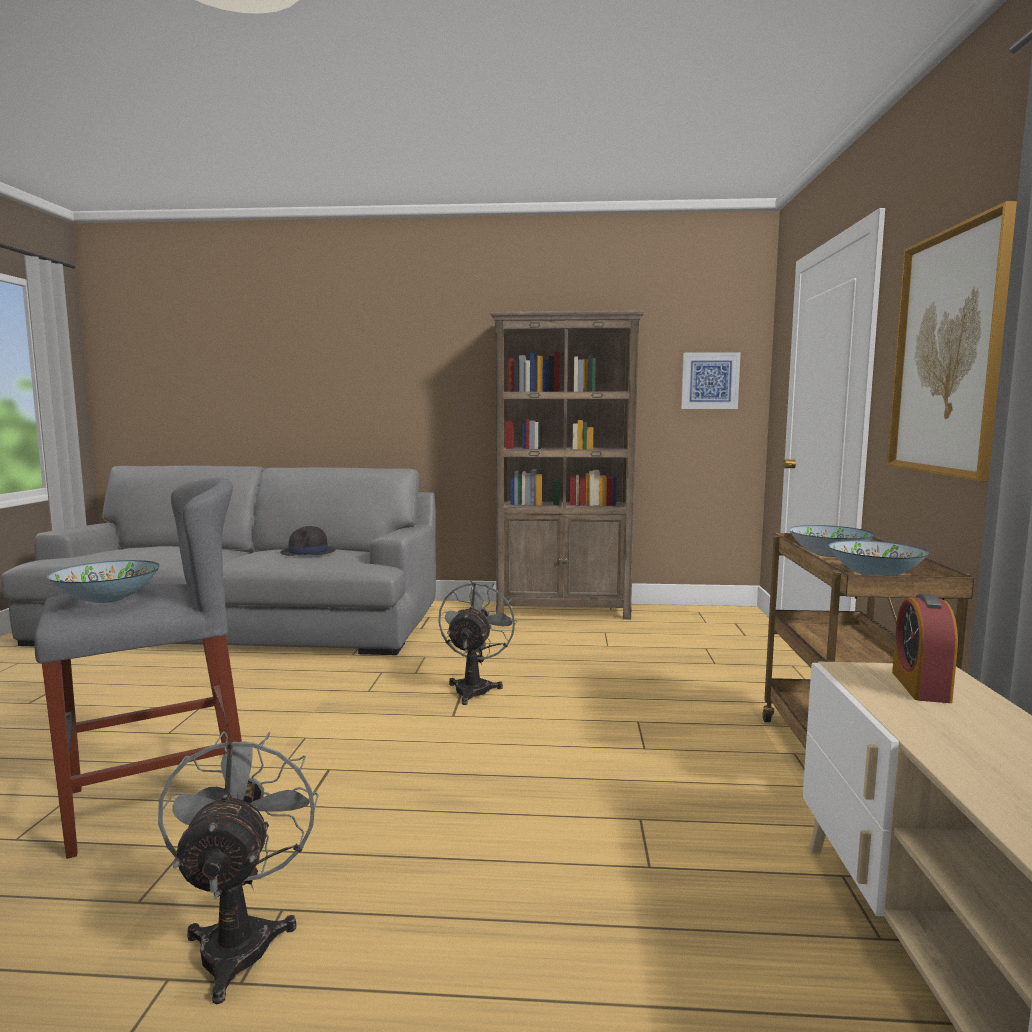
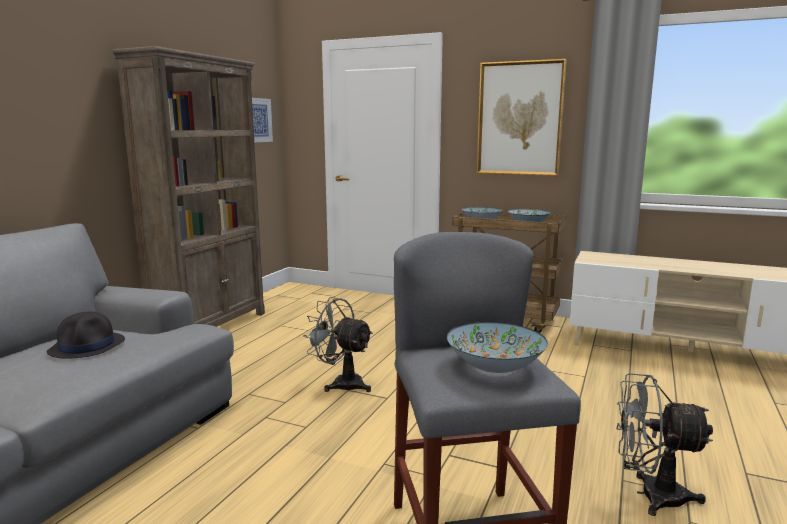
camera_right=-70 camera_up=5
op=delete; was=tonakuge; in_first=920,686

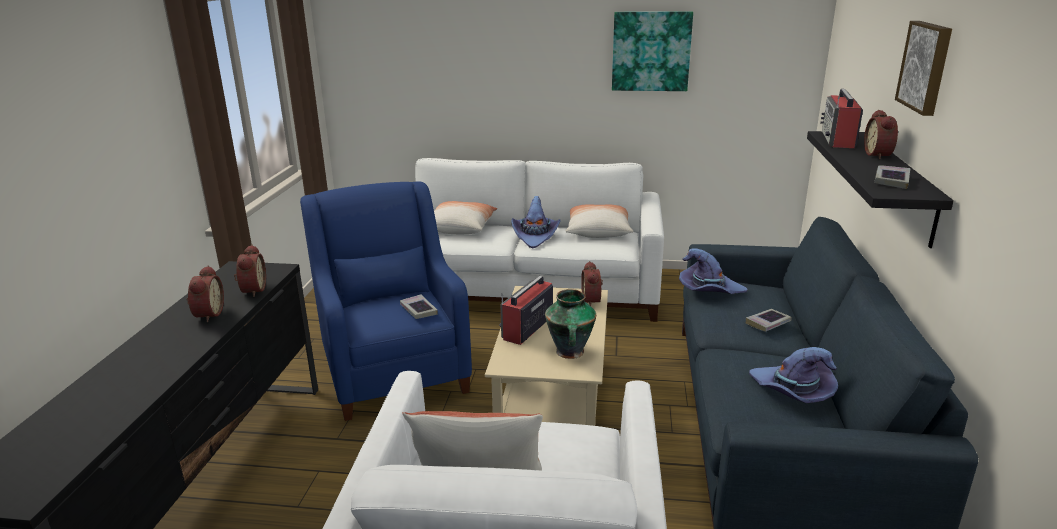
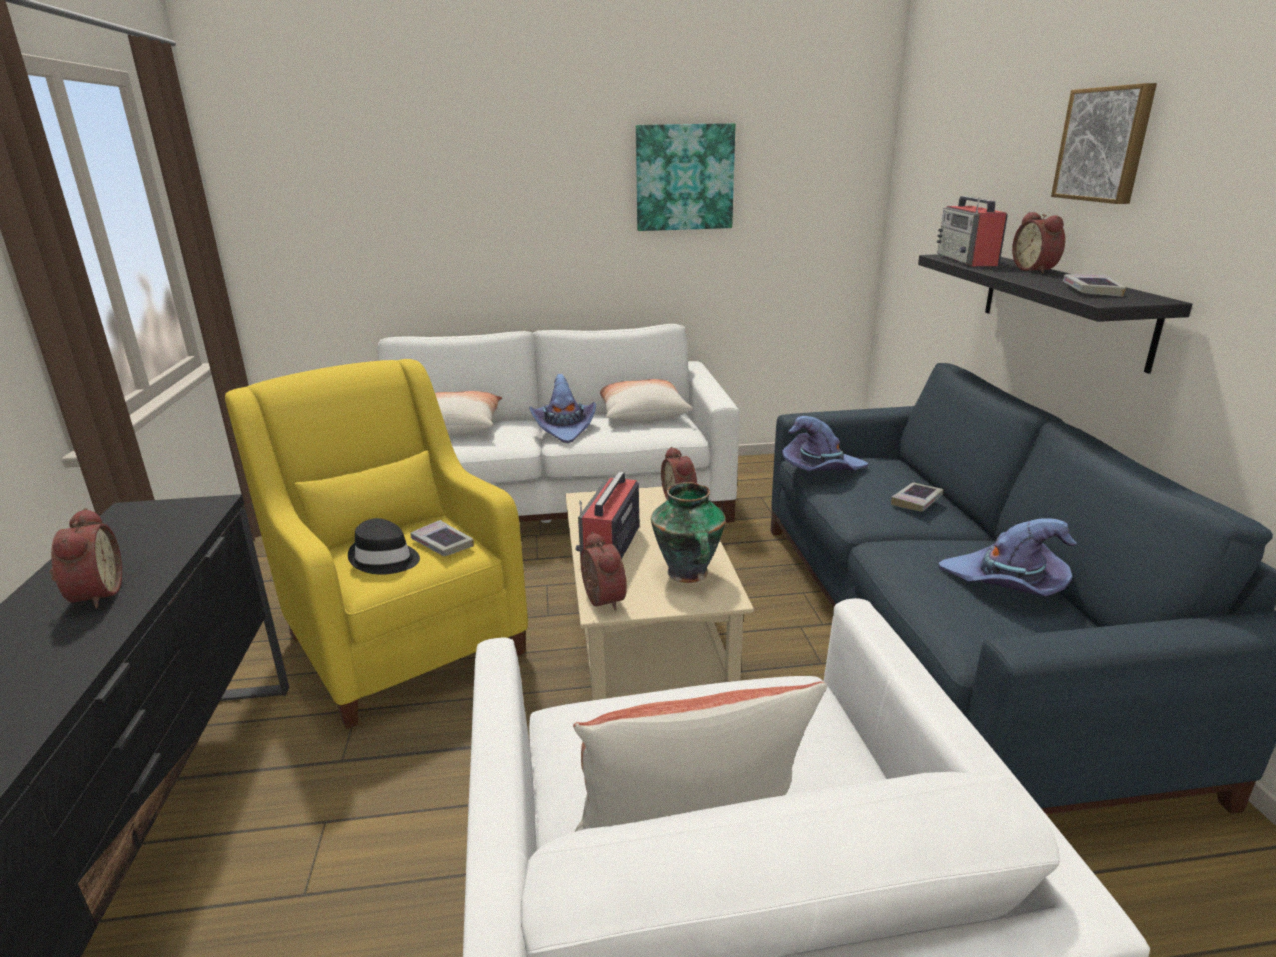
camera_right=-15 camera_up=0
op=recolor; was=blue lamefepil; now=yellow lamefepil; in_first=394,369; in_second=401,636
op=move; was=tonakuge; in_first=252,290; in_second=600,600
op=insert; now=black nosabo; in_second=384,559

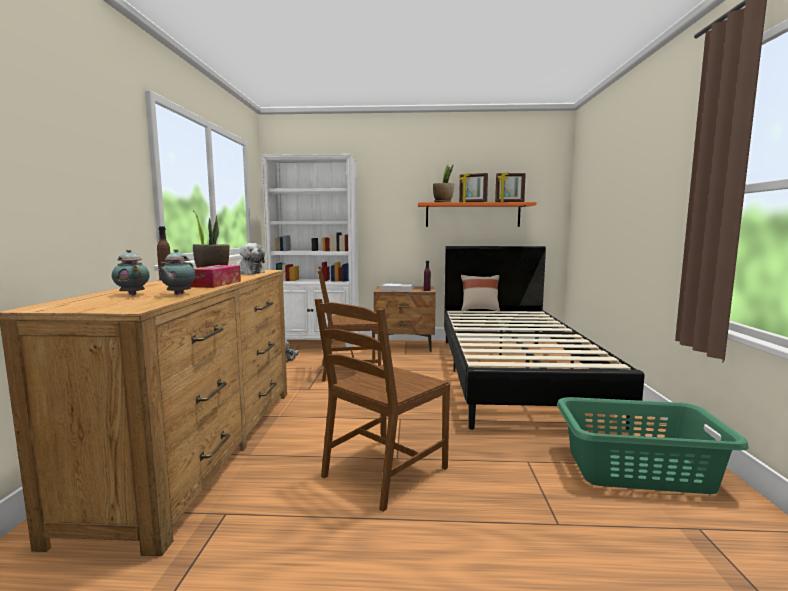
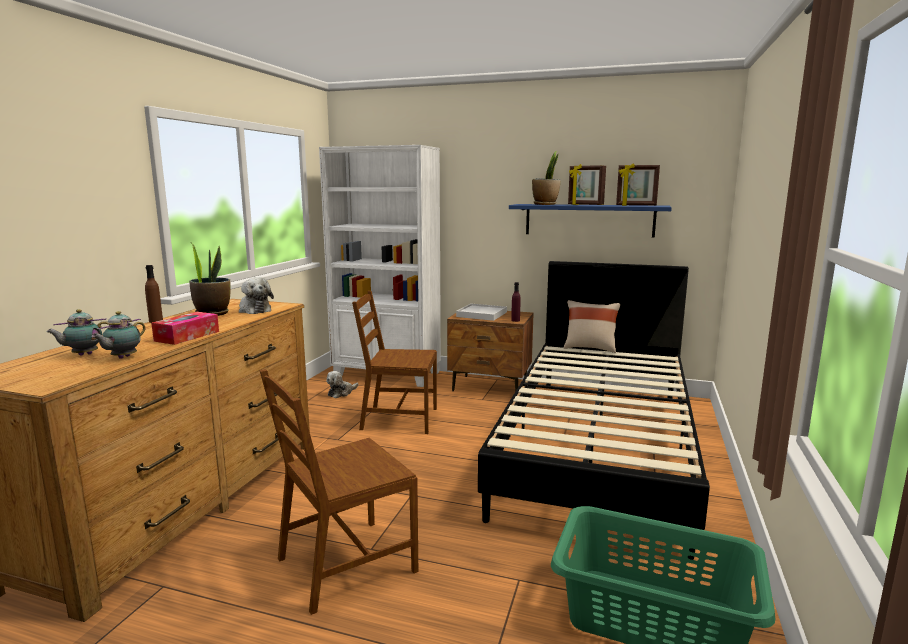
camera_right=15 camera_up=5
op=recolor; was=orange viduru; now=blue viduru; in_first=472,215; in_second=589,220
op=rotate; was=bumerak; in_first=132,294; in_second=83,355; clockwise=-90

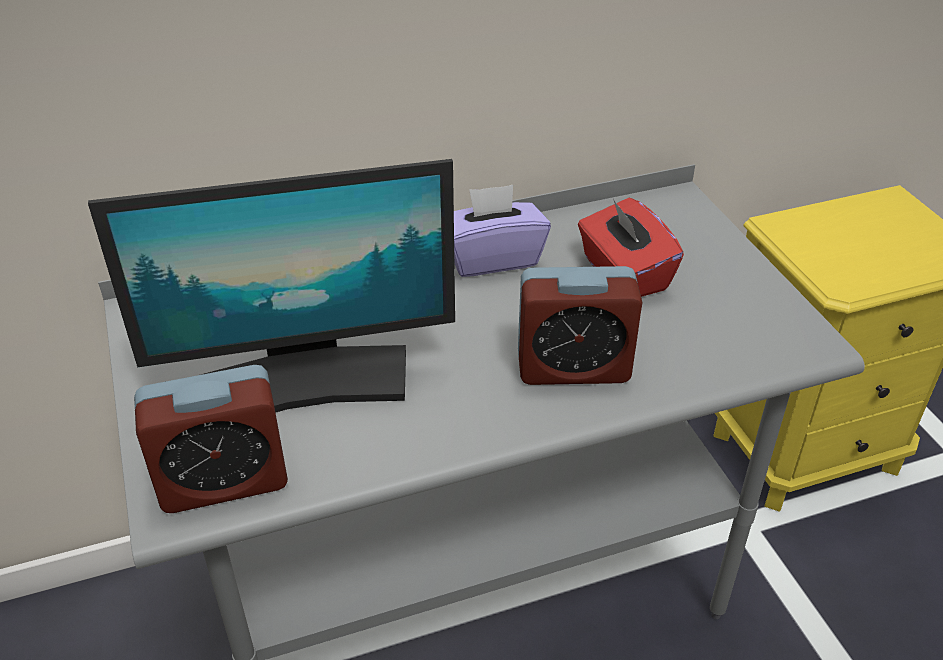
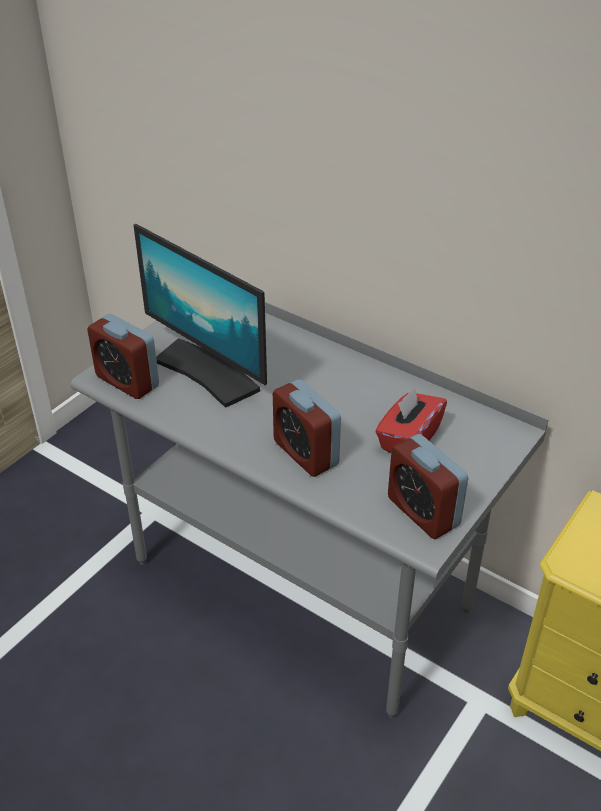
camera_right=55 camera_up=0
op=delete; was=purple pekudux; in_first=492,258
op=insert; now=tonakuge; in_second=423,512

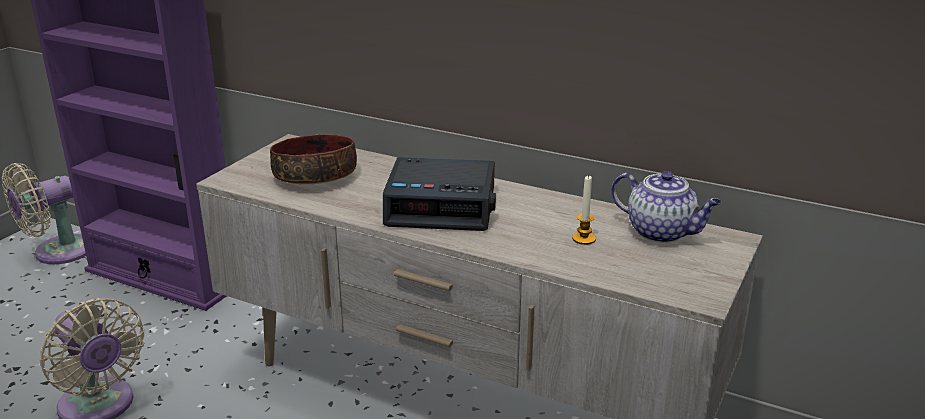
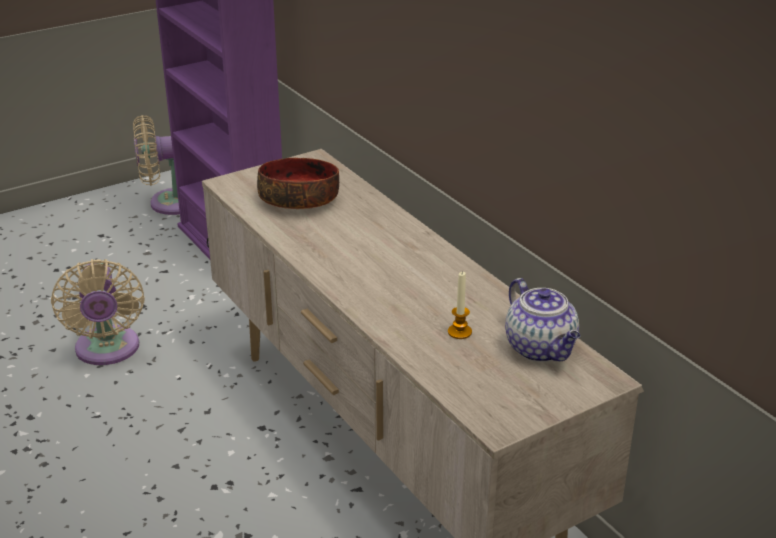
camera_right=30 camera_up=5
op=delete; was=tonakuge; in_first=442,206

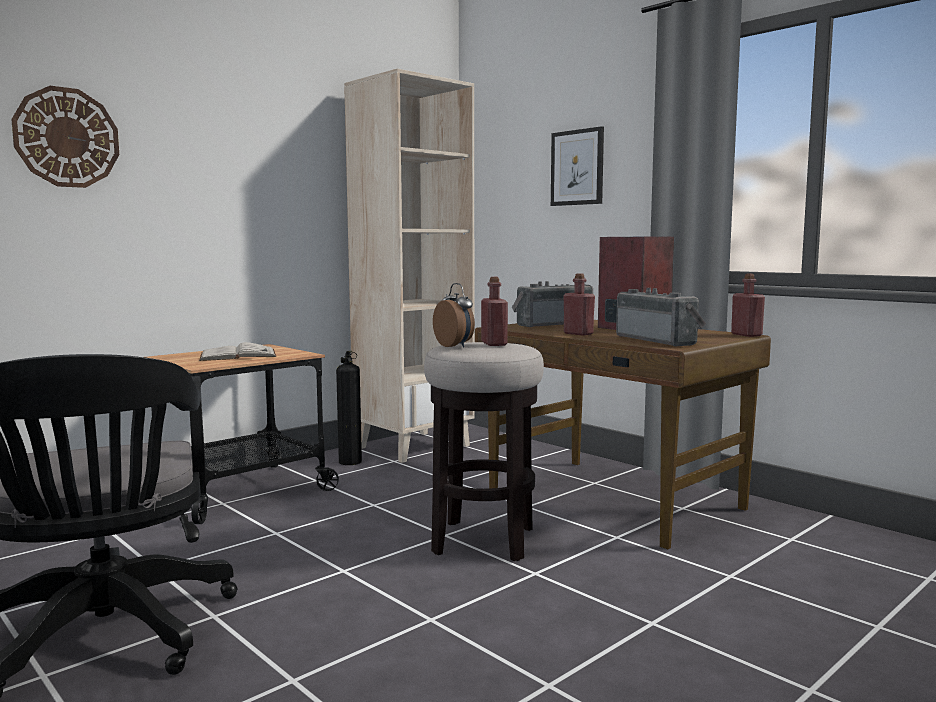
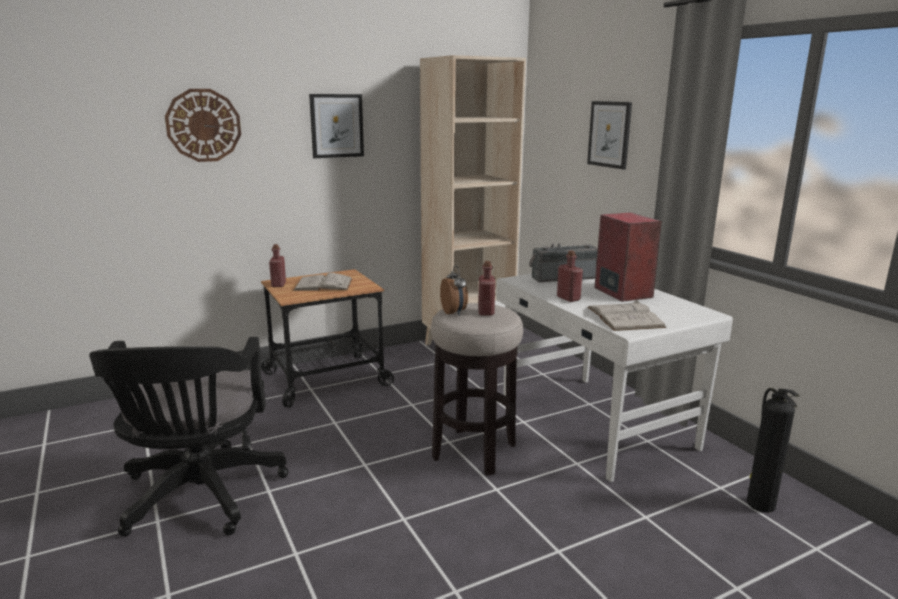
camera_right=15 camera_up=10
op=move; was=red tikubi; in_first=746,335; in_second=278,284
op=replace; was=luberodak; now=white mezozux; in_first=659,340; in_second=625,317
op=recolor; was=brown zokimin; now=white zokimin; in_first=613,500; in_second=594,424
op=move; was=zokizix; in_first=350,461; in_second=760,503
op=insert; now=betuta; in_second=336,126

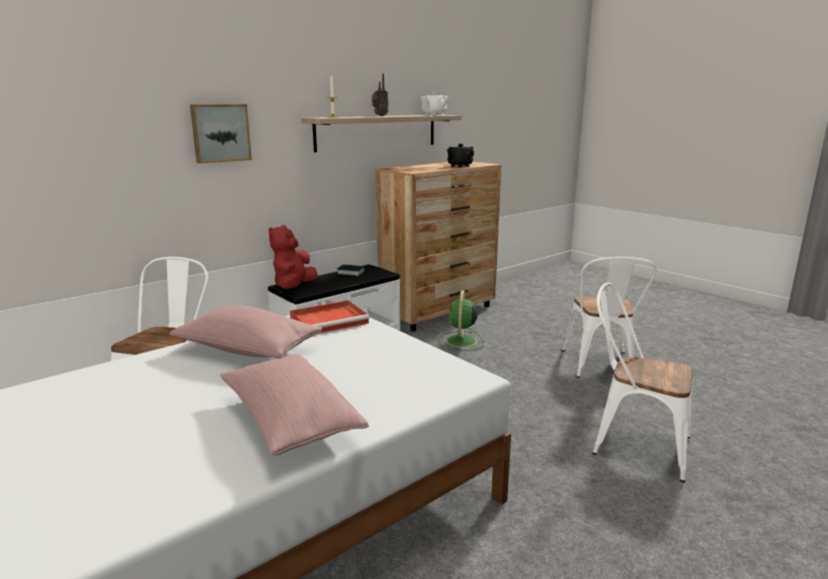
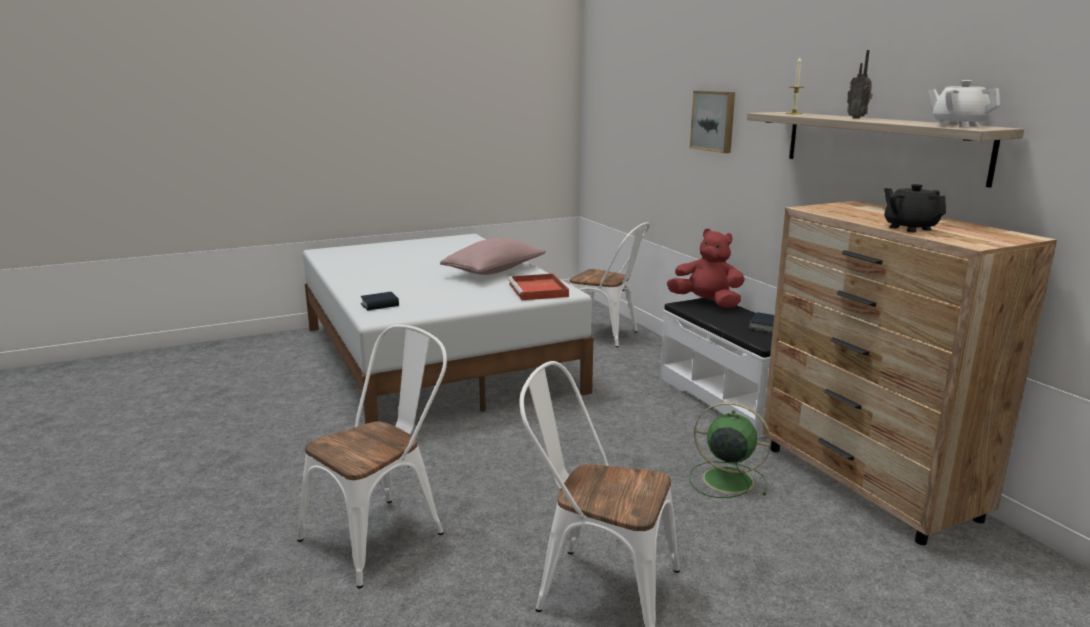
camera_right=105 camera_up=0
op=delete; was=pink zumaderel; in_first=290,421
op=insert; now=mezozux; in_second=380,305

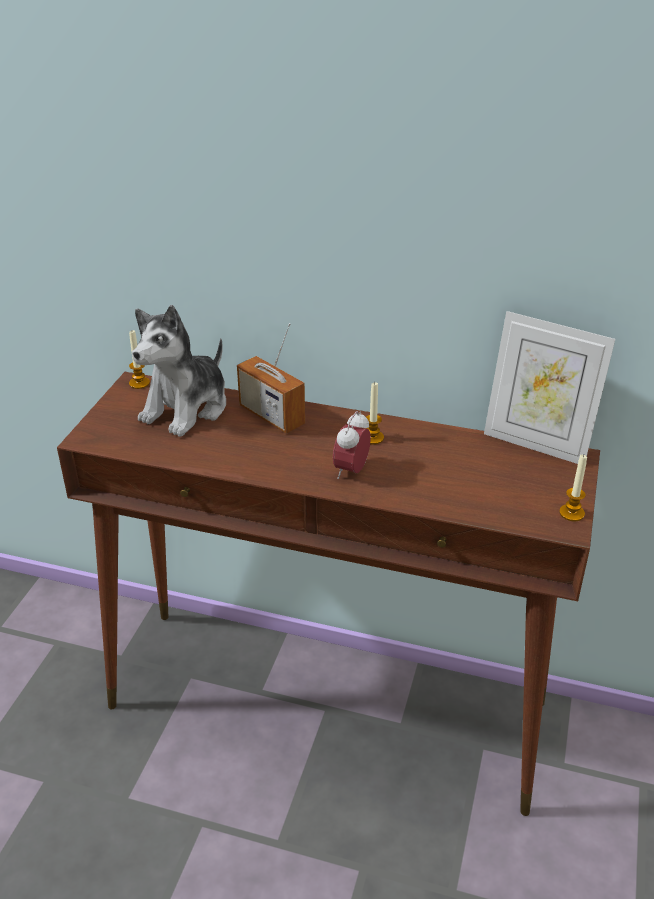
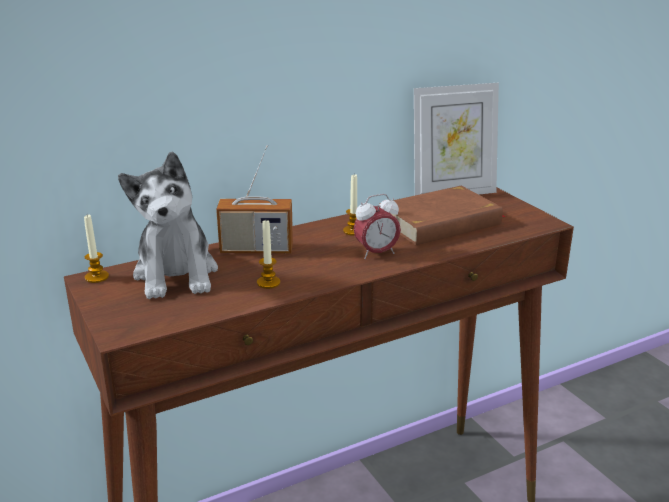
camera_right=-45 camera_up=-10
op=rotate; was=tonakuge; in_first=351,471; in_second=376,253; clockwise=-90
op=move; was=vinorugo; in_first=571,513; in_second=268,283
op=insert; now=brown mezozux; in_second=440,223

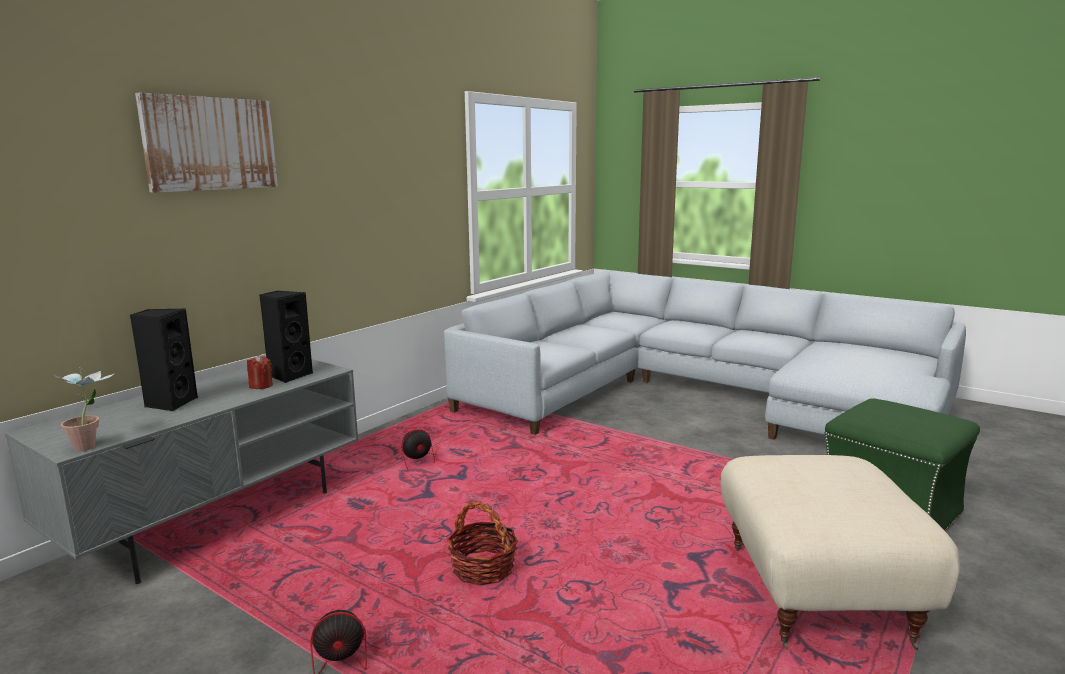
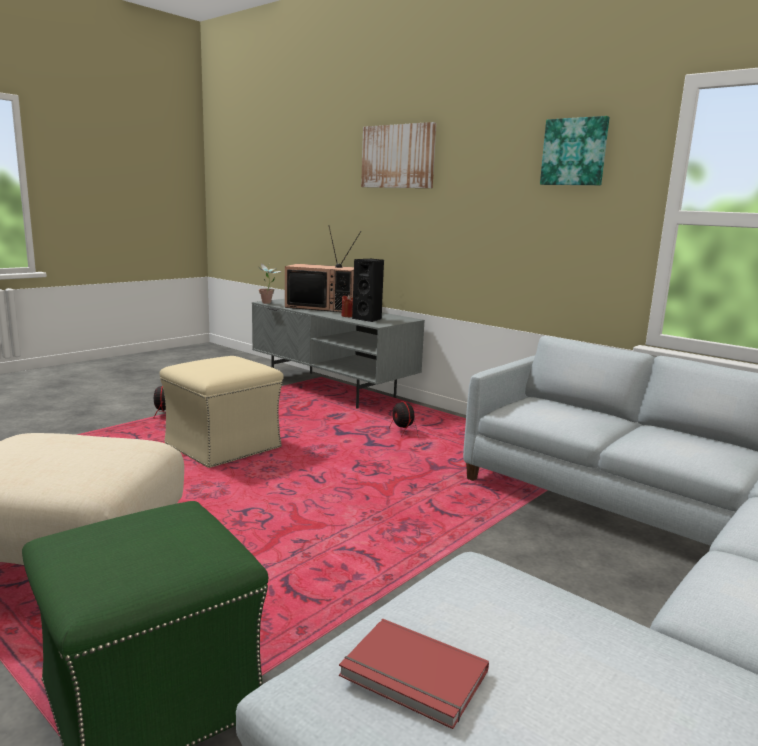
camera_right=95 camera_up=0
op=replace; was=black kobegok; now=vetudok; in_first=170,403; in_second=324,307
op=replace; was=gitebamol; now=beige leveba; in_first=483,569; in_second=224,446
op=insert; now=betuta; in_second=574,152
op=insert; now=red mezozux; in_second=412,677

